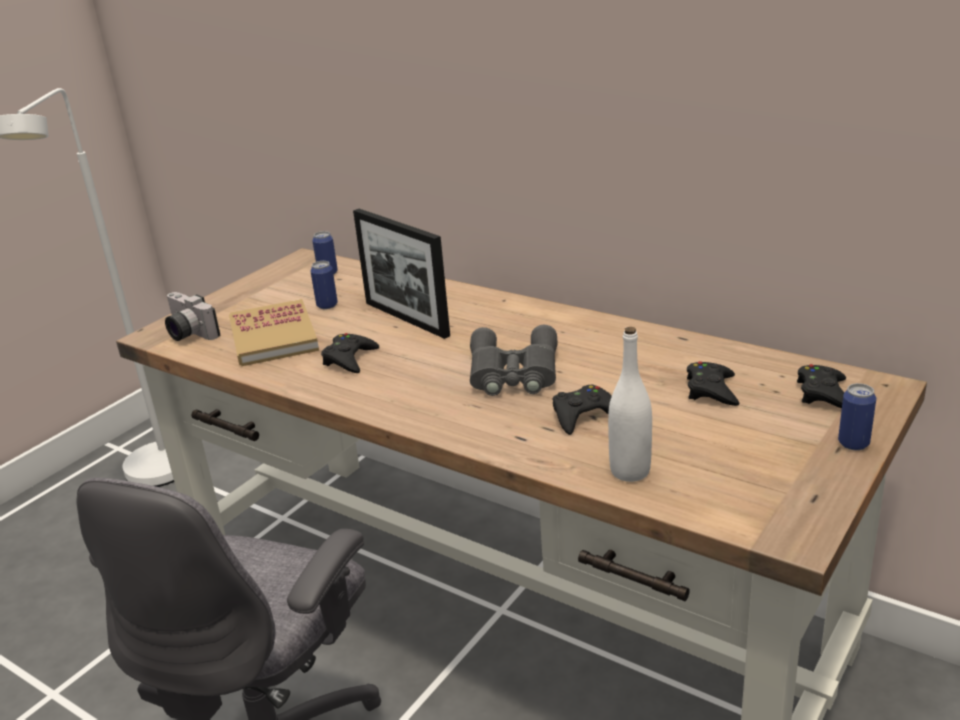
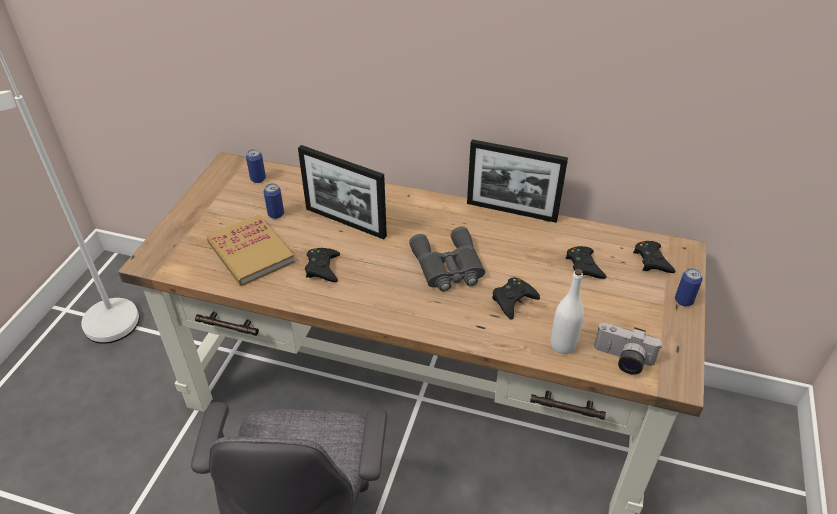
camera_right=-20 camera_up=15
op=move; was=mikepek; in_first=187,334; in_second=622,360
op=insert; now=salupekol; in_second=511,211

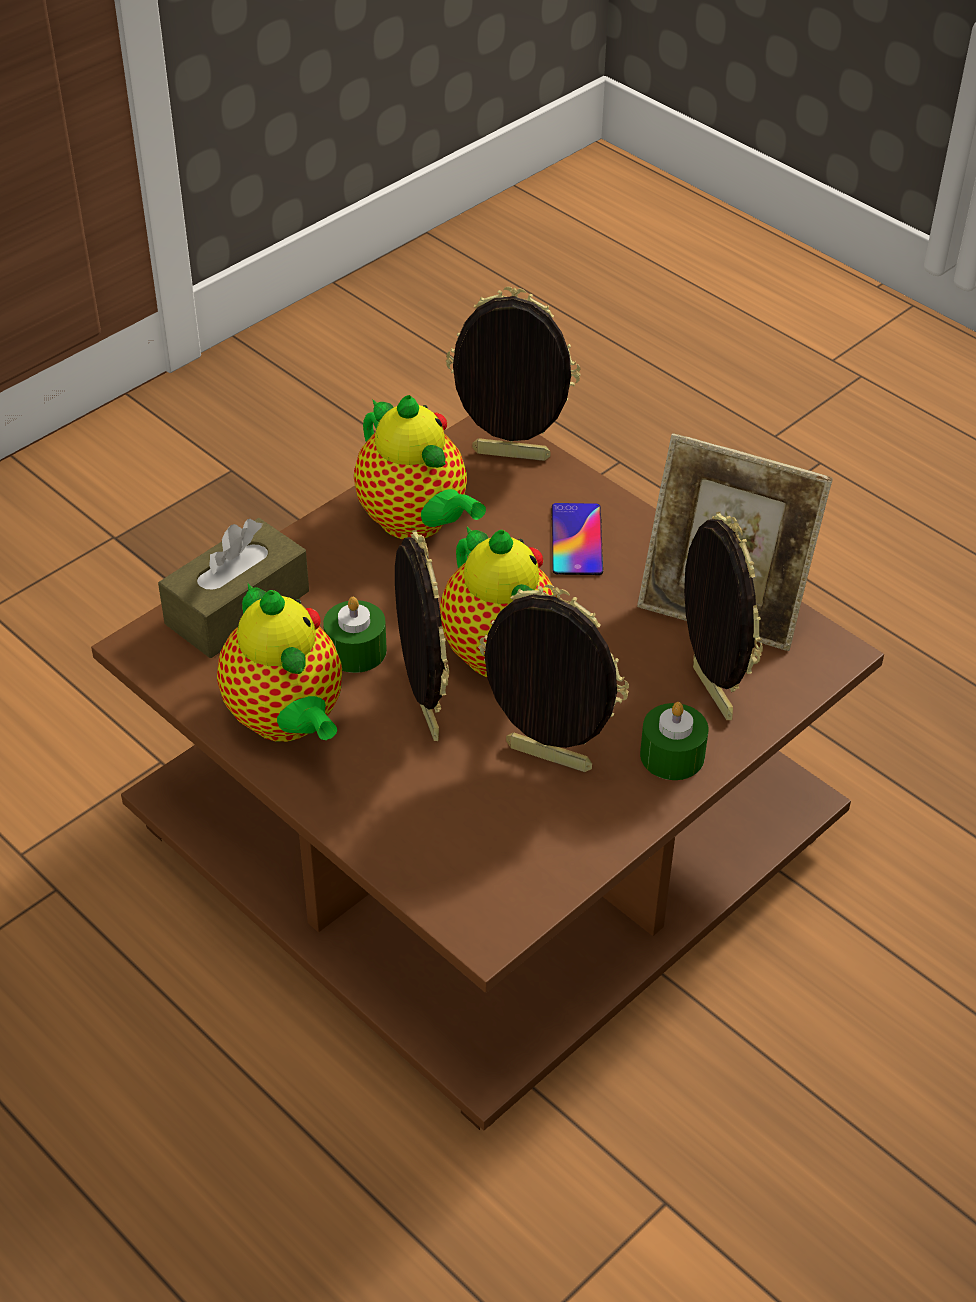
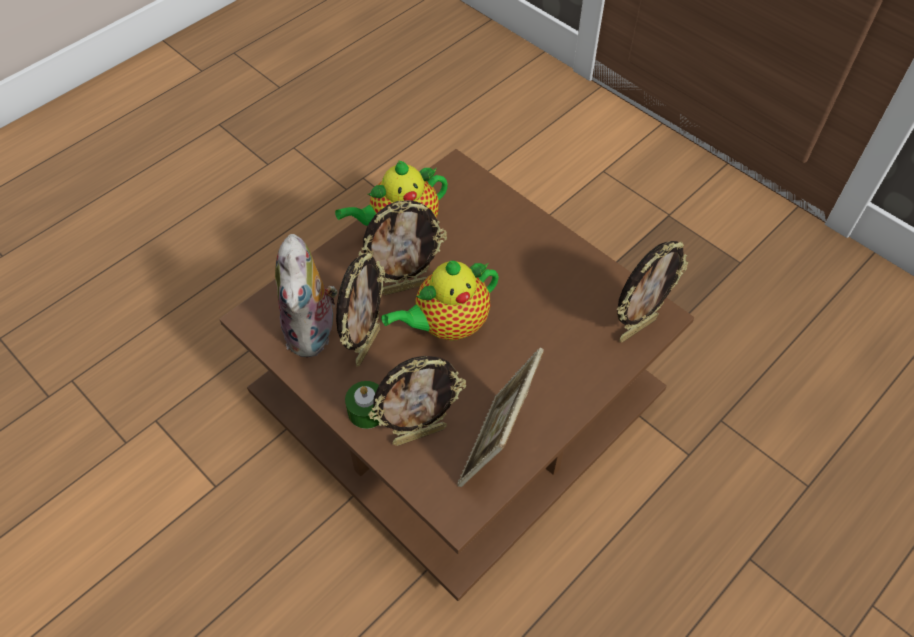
camera_right=90 camera_up=10
op=rotate; was=salupekol; in_first=510,457; in_second=637,328; clockwise=45
op=delete; was=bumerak; in_first=416,523
op=delete; was=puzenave; in_first=576,540
op=delete; was=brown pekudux; in_first=237,608
op=delete; was=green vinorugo; in_first=356,650
op=insert; now=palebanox; in_second=314,333

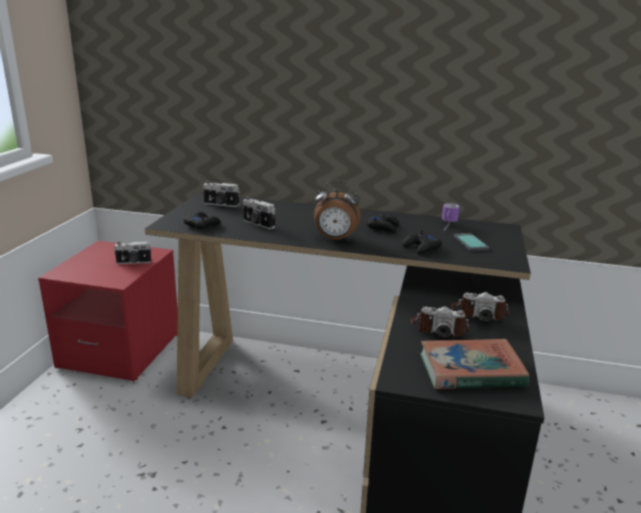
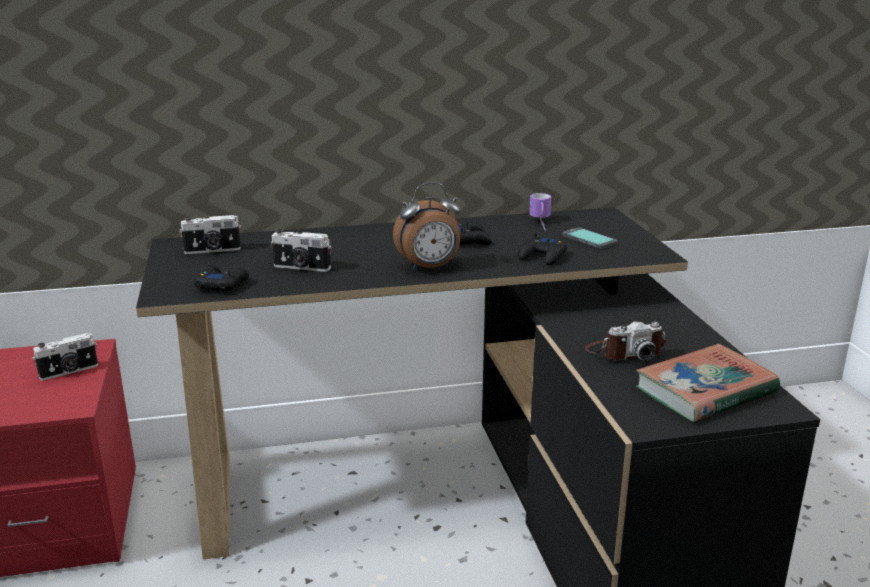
camera_right=-25 camera_up=0
op=delete; was=mikepek; in_first=478,313

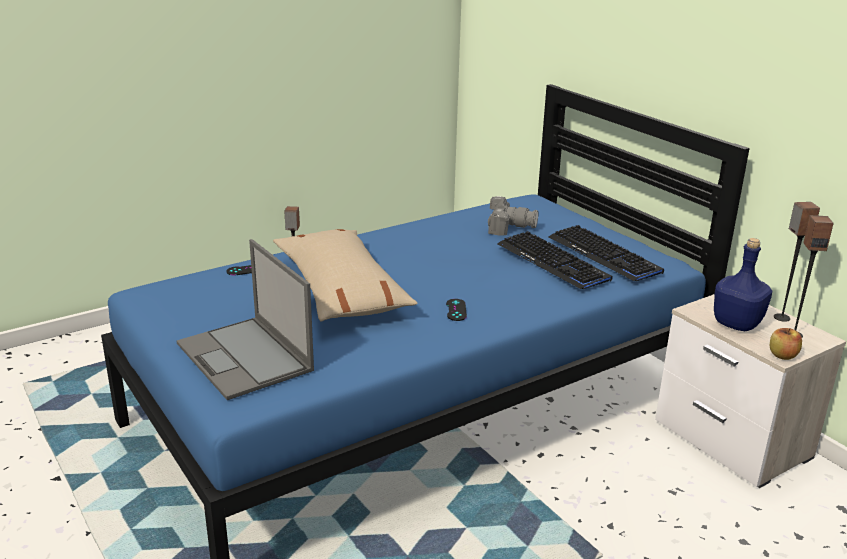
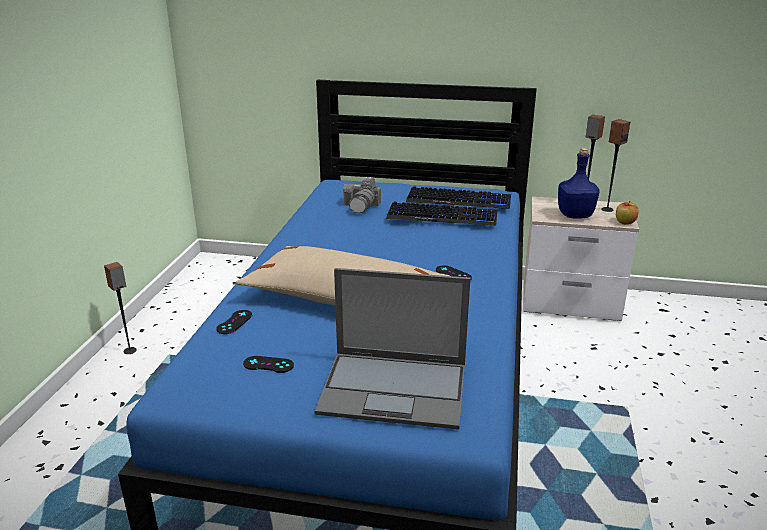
camera_right=-45 camera_up=0
op=rotate; was=mikepek; in_first=508,227; in_second=362,206; clockwise=135
op=insert; now=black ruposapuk; in_second=268,364

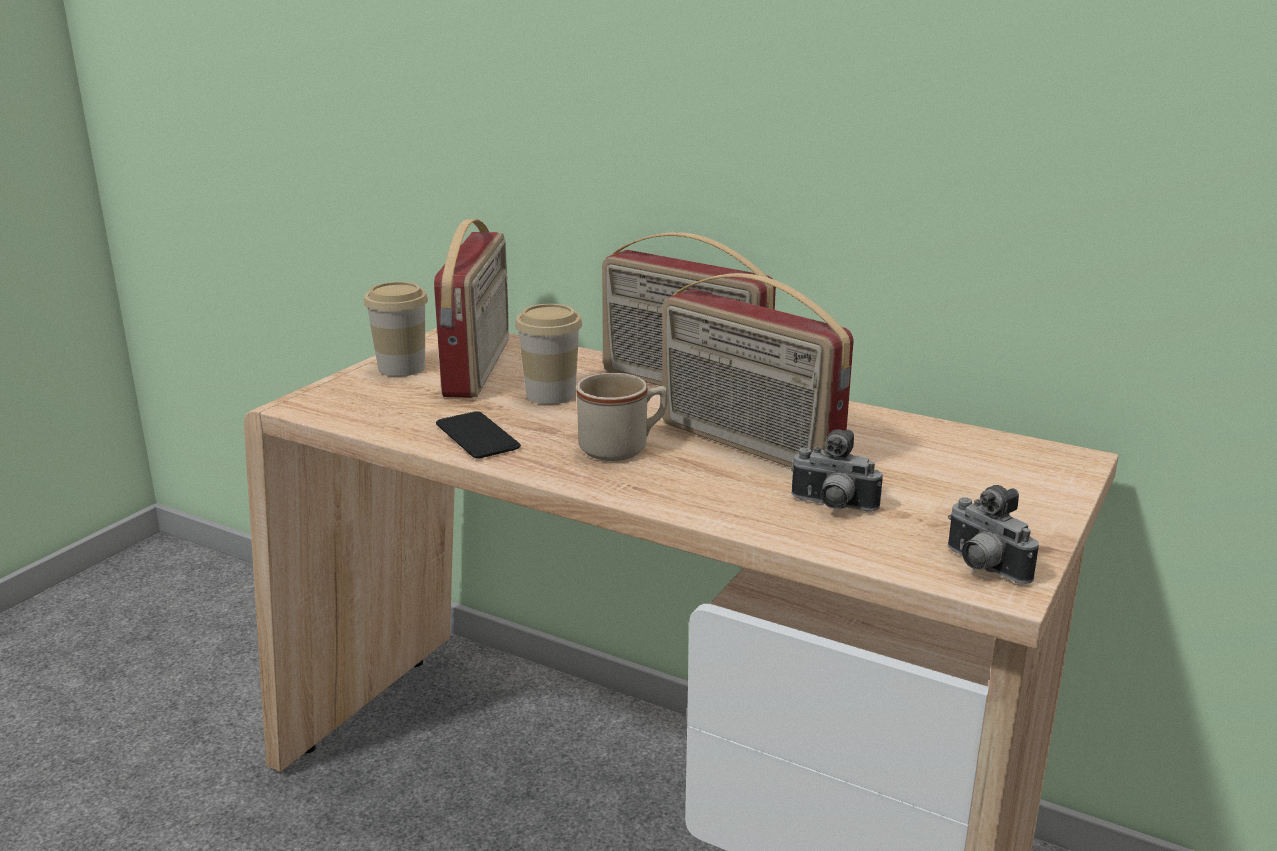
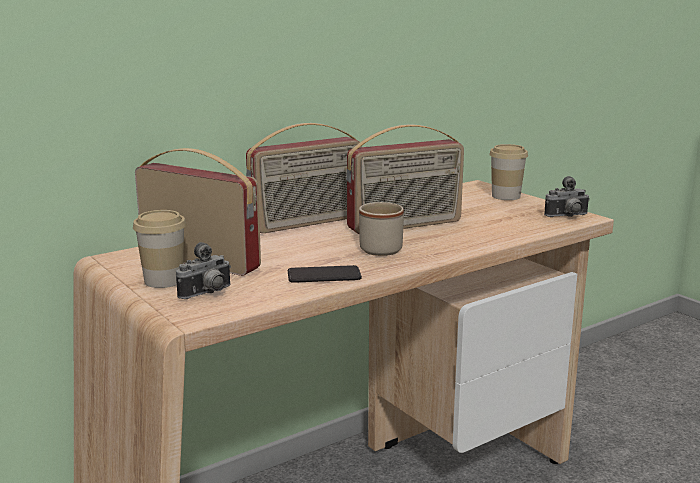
camera_right=-65 camera_up=-5
op=move; was=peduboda; in_first=550,395; in_second=506,196
op=move; was=mikepek; in_first=832,506; in_second=208,294

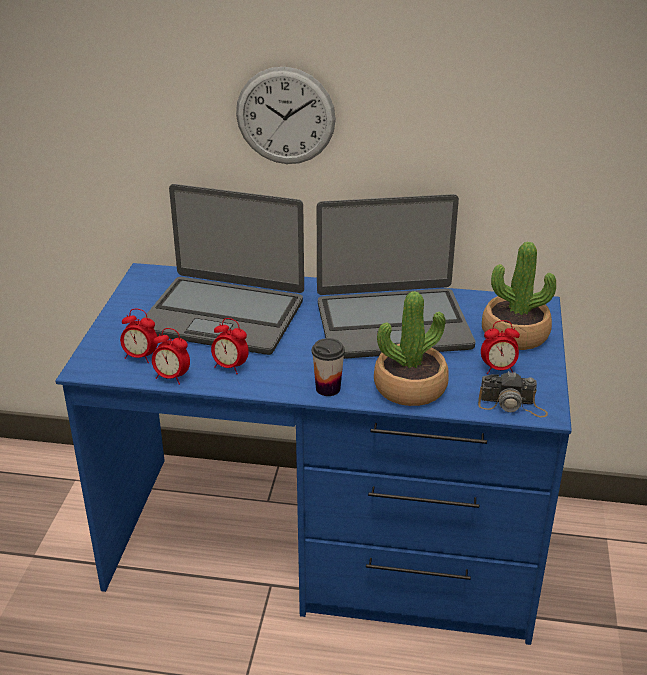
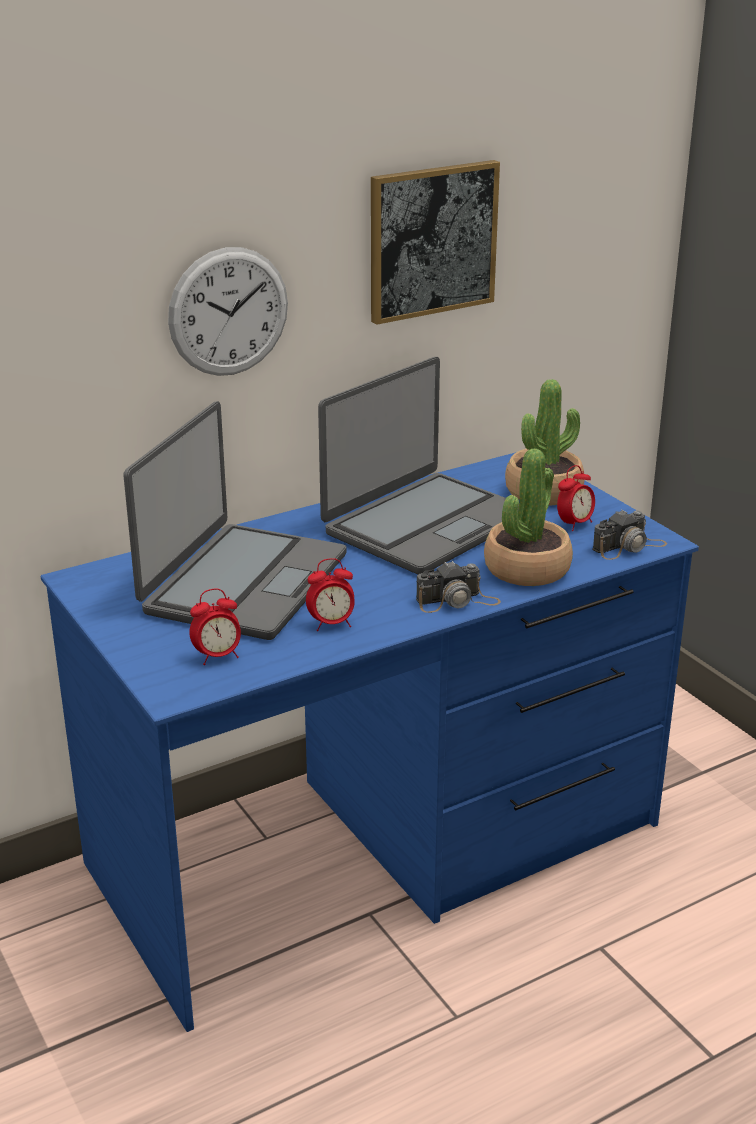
camera_right=-40 camera_up=-5
op=rotate; was=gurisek; in_first=223,315; in_second=243,583; clockwise=-45
op=delete; was=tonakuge; in_first=172,377
op=replace; was=peduboda; now=mikepek; in_first=328,388; in_second=457,601
op=insert; now=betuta; in_second=432,240

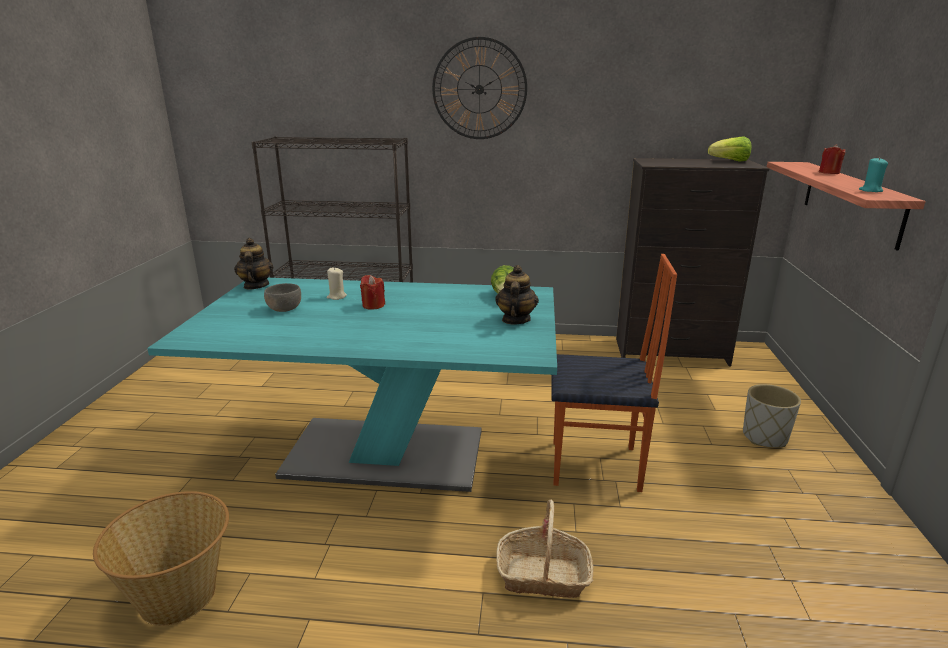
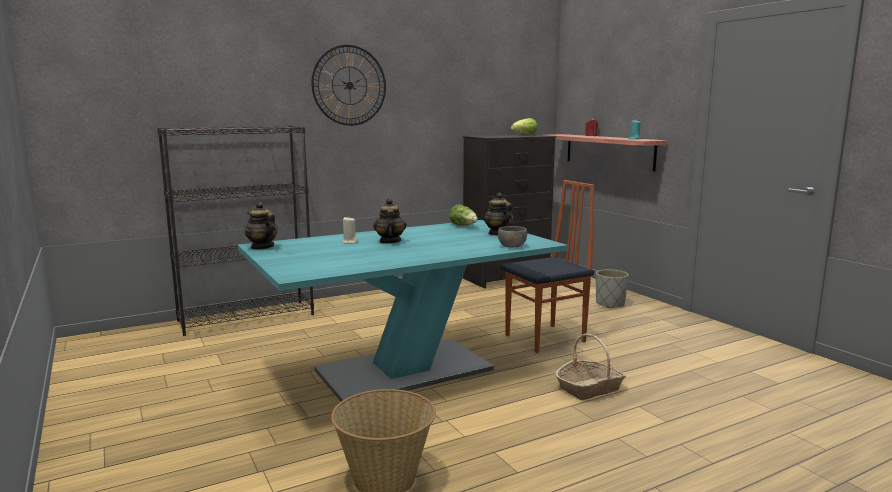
camera_right=-35 camera_up=-10
op=replace; was=red vinorugo; now=bumerak; in_first=373,305; in_second=389,241
op=move; was=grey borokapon; in_first=284,309; in_second=512,246

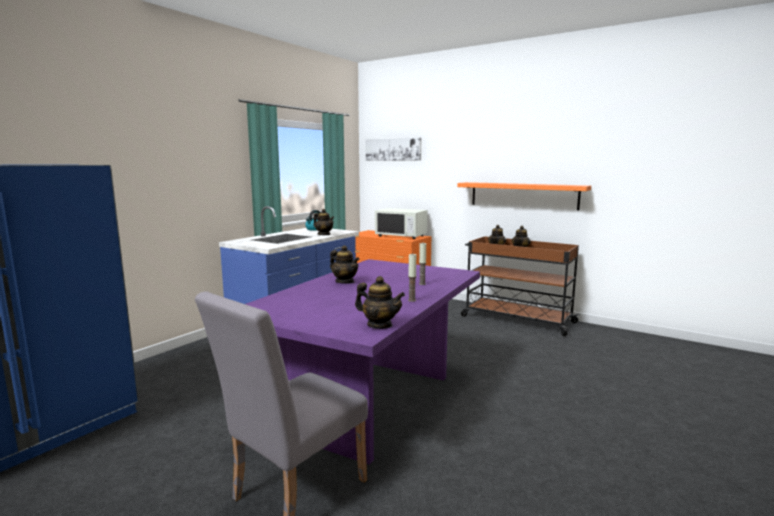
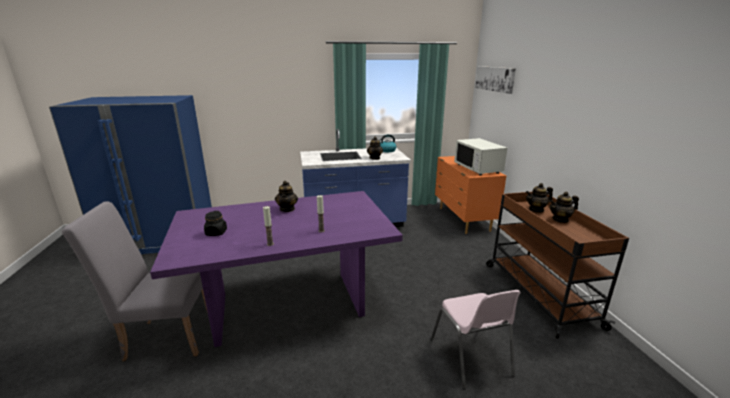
camera_right=45 camera_up=10
op=delete; was=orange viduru; in_first=523,195
op=delete; was=bumerak; in_first=379,325
op=insert; now=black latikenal; in_second=216,233
op=insert; now=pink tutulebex; in_second=471,357

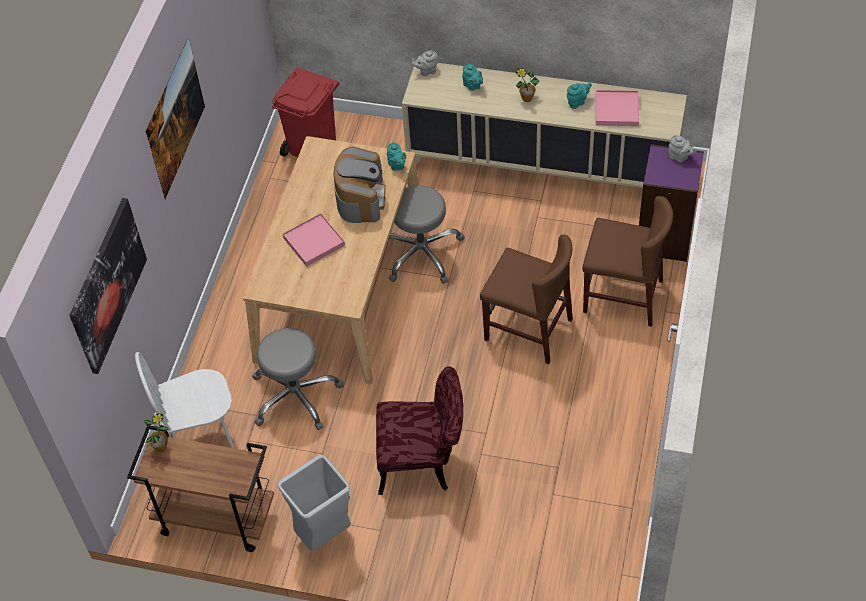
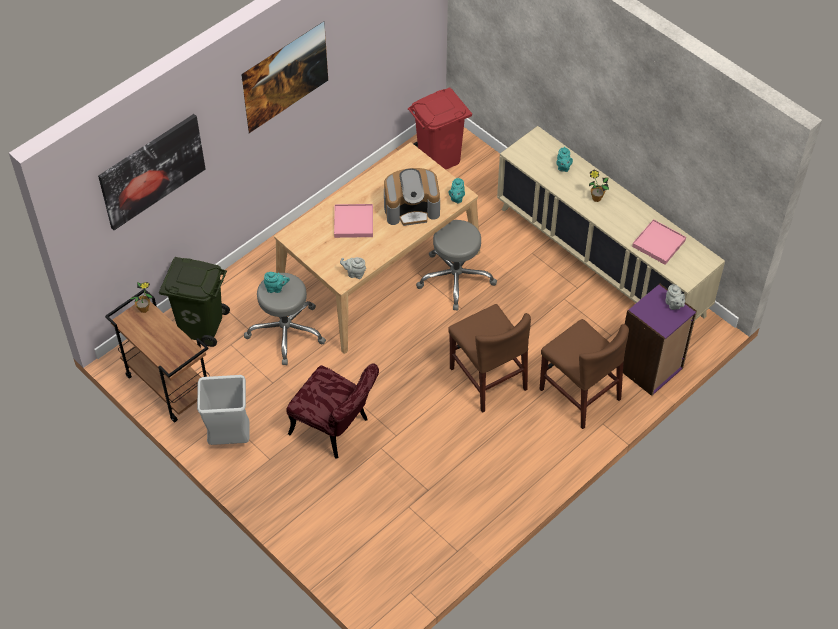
camera_right=30 camera_up=0
op=move; was=grey bumerak; in_first=426,71; in_second=354,273
op=move; was=turquoise bumerak; in_first=577,102; in_second=276,288
op=rotate; was=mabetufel; in_first=361,198; in_second=412,208; clockwise=45
op=replace; was=white tutulebex; now=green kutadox; in_first=201,438; in_second=201,325

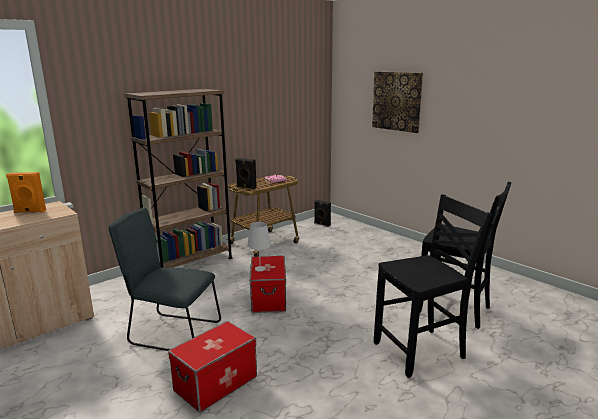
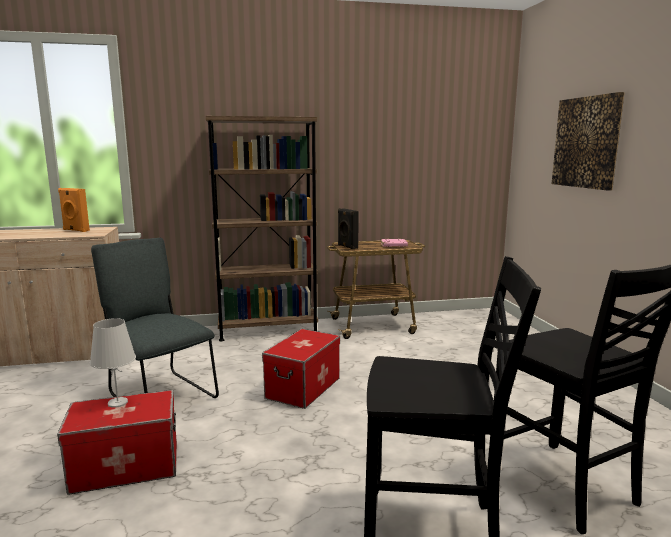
camera_right=30 camera_up=-5
op=delete; was=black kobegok; in_first=321,224
op=move; was=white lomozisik; in_first=260,269; in_second=118,402

